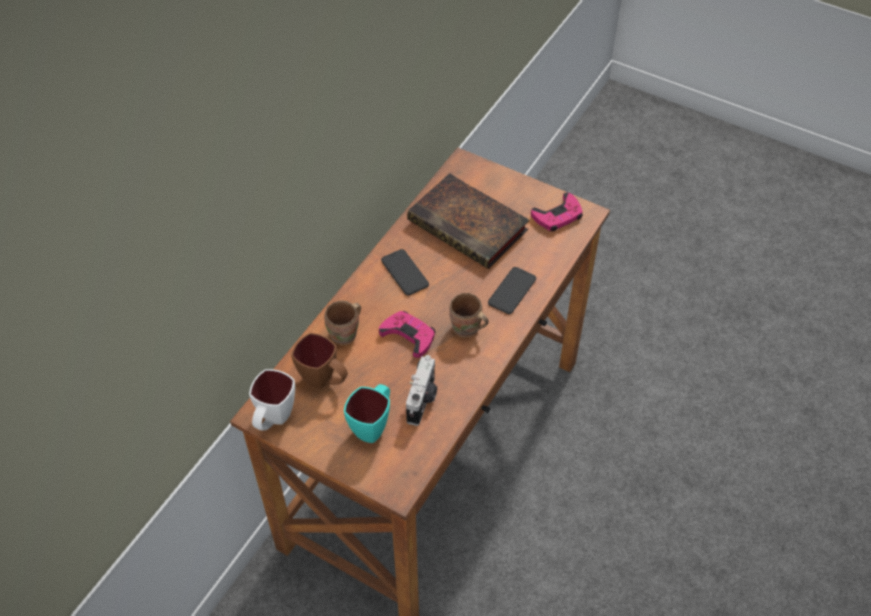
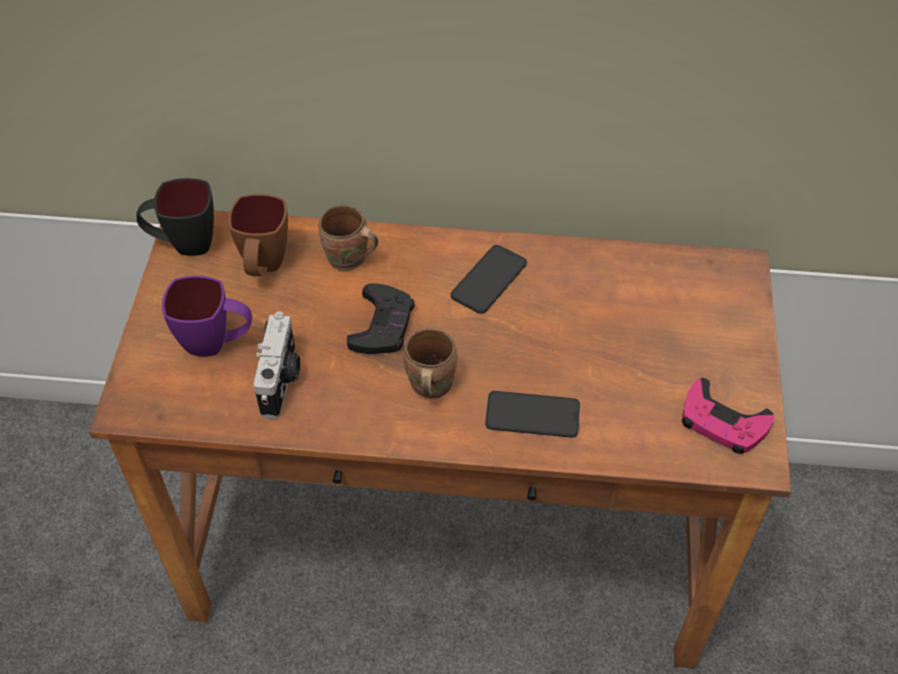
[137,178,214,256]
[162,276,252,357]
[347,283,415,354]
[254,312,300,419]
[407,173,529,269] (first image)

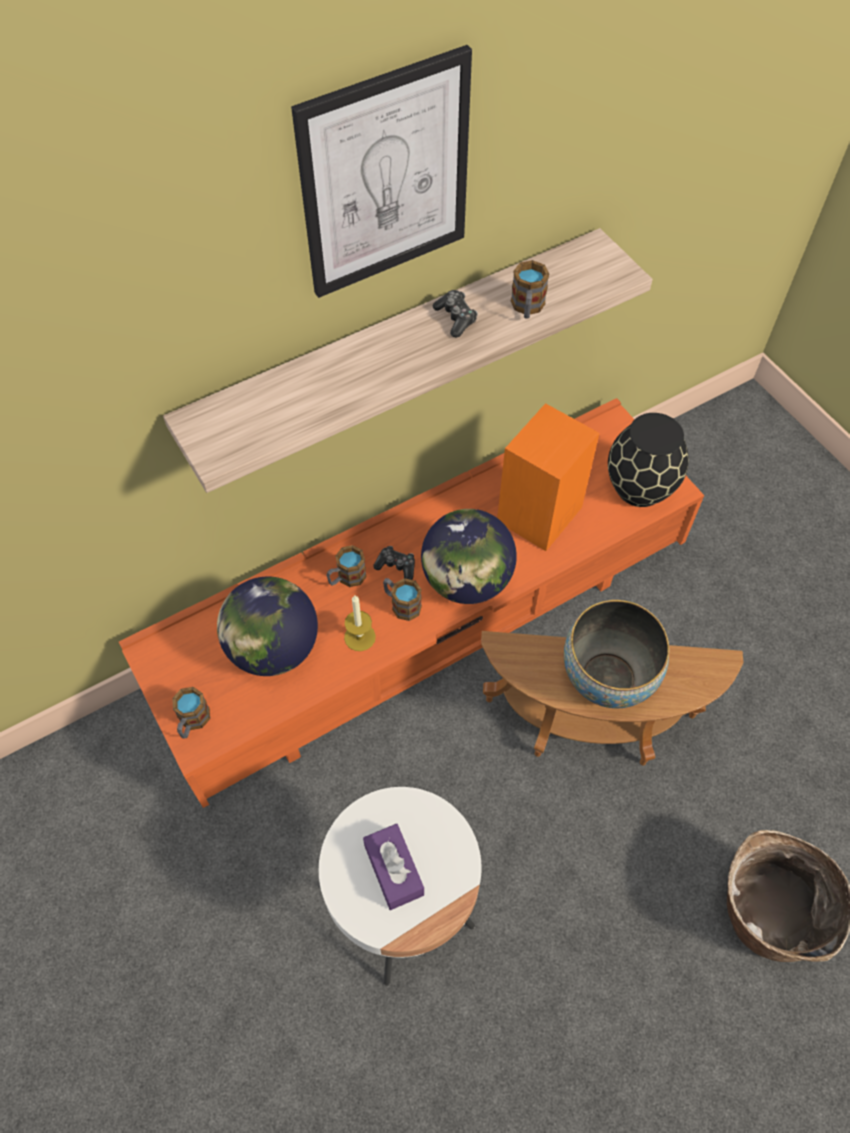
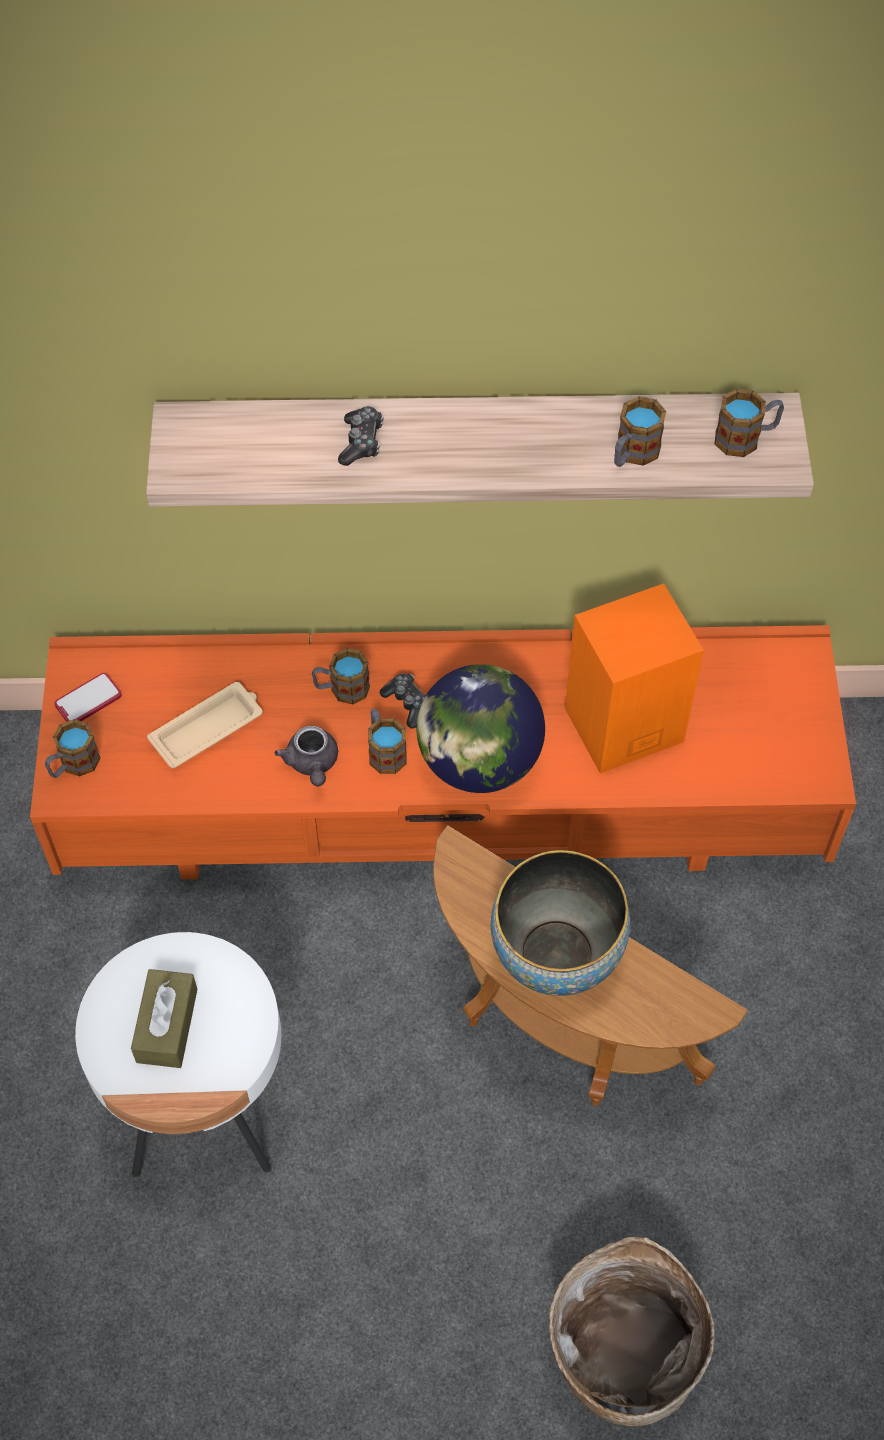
[147,682,263,768]
[291,45,472,298] (first image)
[274,726,338,787]
[131,969,198,1068]
[338,406,383,466]
[608,413,689,507] (first image)
[54,673,122,722]
[715,389,784,457]

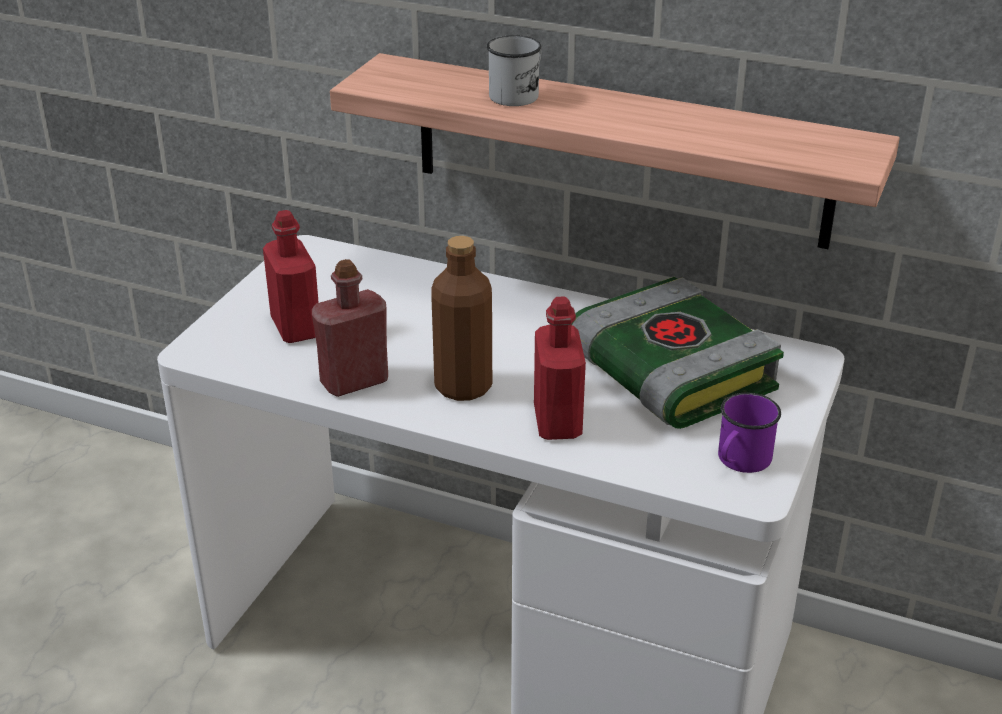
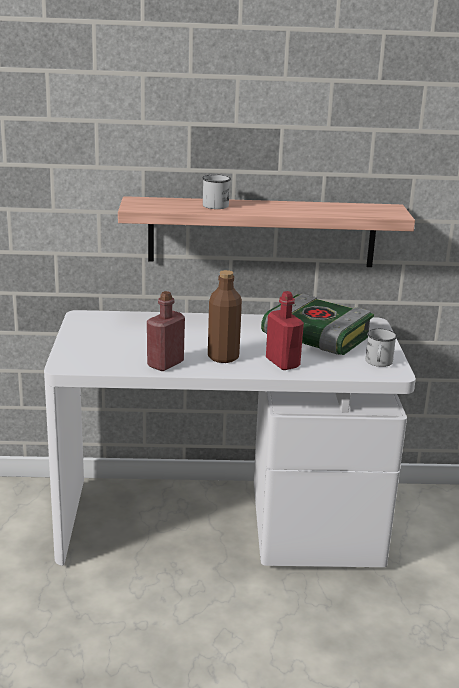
[263,210,319,343] (first image)
[366,329,397,367]

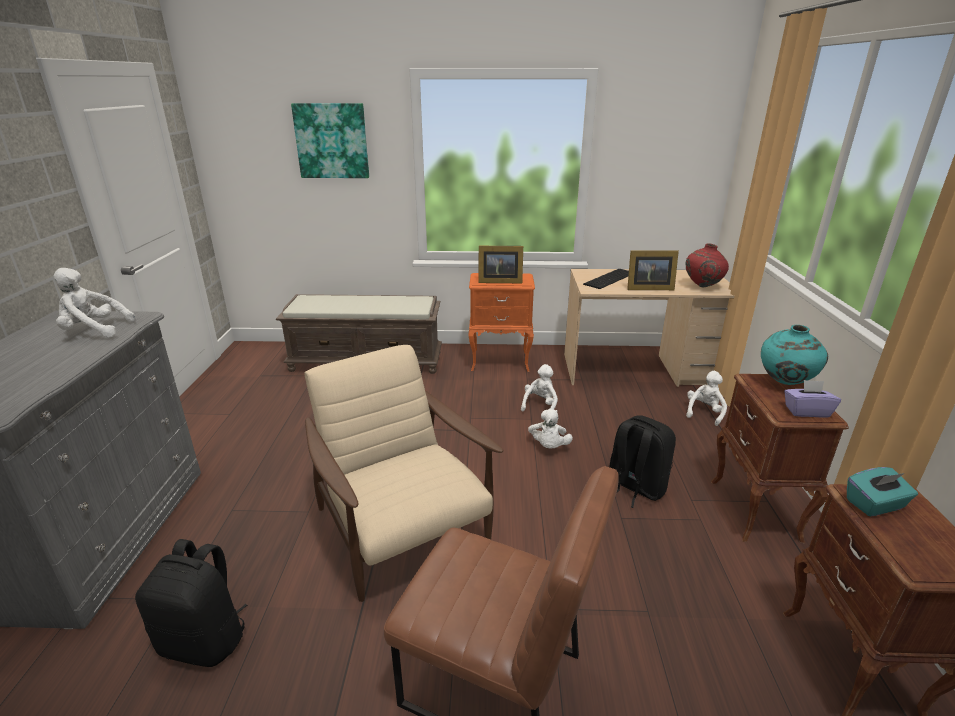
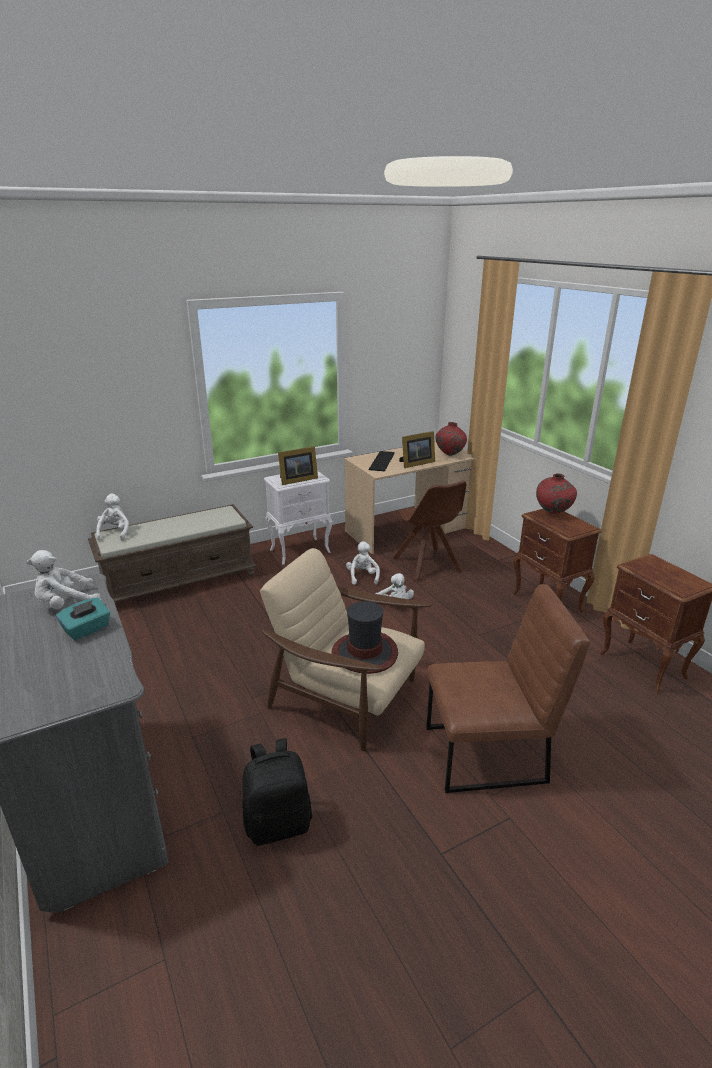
[291,103,369,178] (first image)
[264,470,333,564]
[609,415,676,508] (first image)
[96,494,129,541]
[536,474,577,514]
[784,380,841,418] (first image)
[56,598,110,640]
[331,601,398,674]
[393,480,466,582]

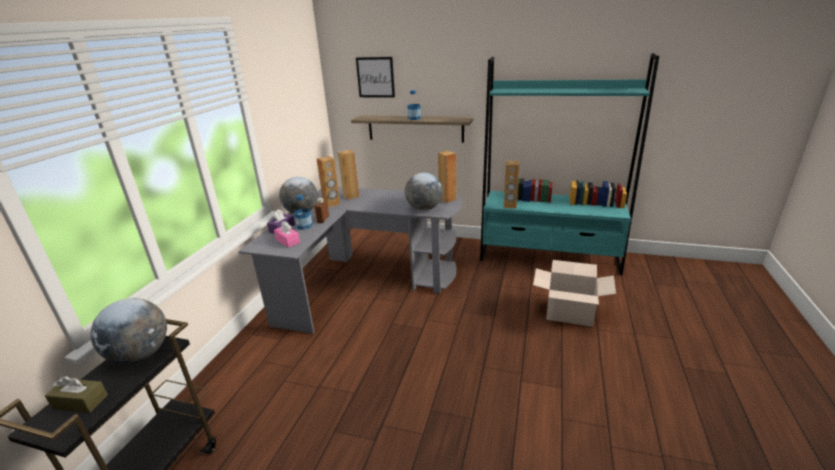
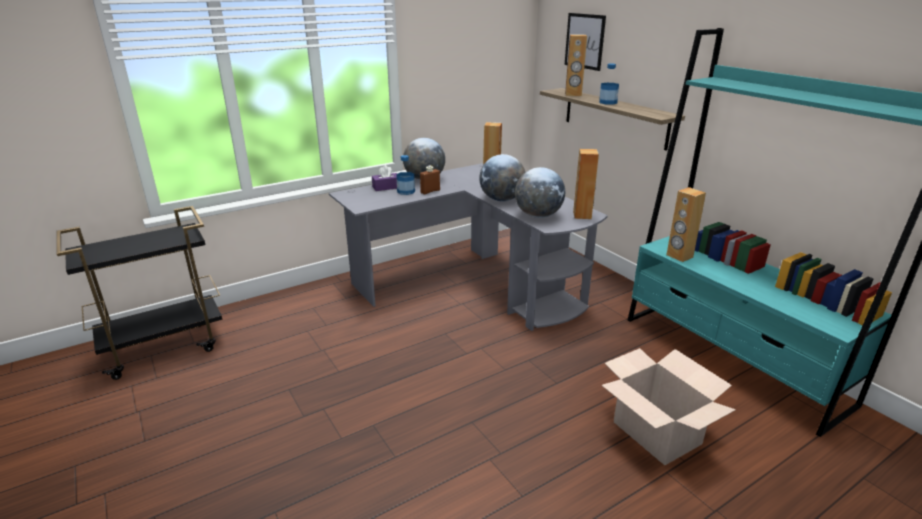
[45,376,108,413] (first image)
[479,154,525,201]
[274,221,300,247] (first image)
[565,34,587,96]

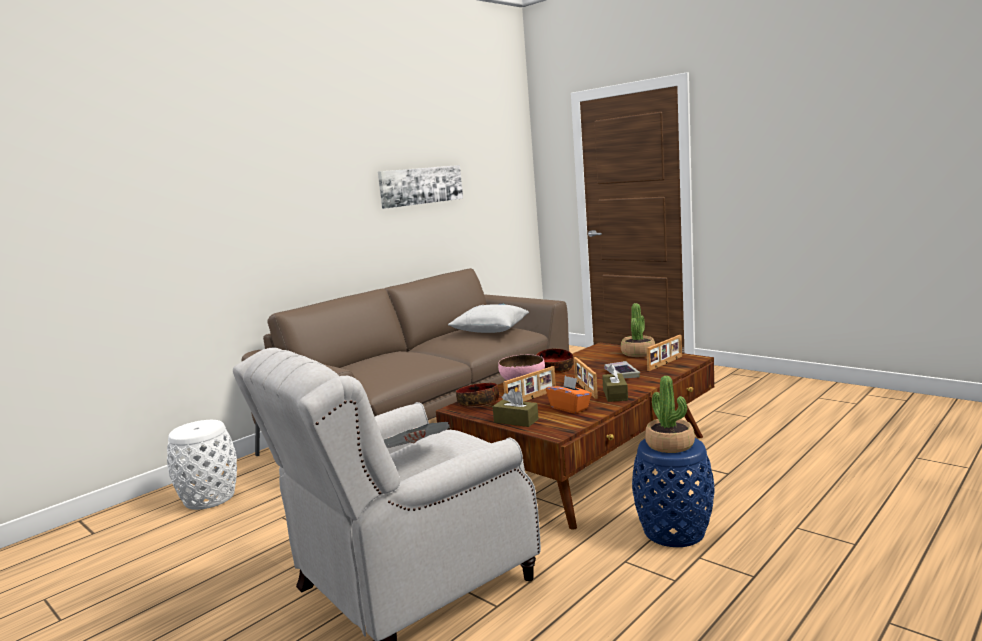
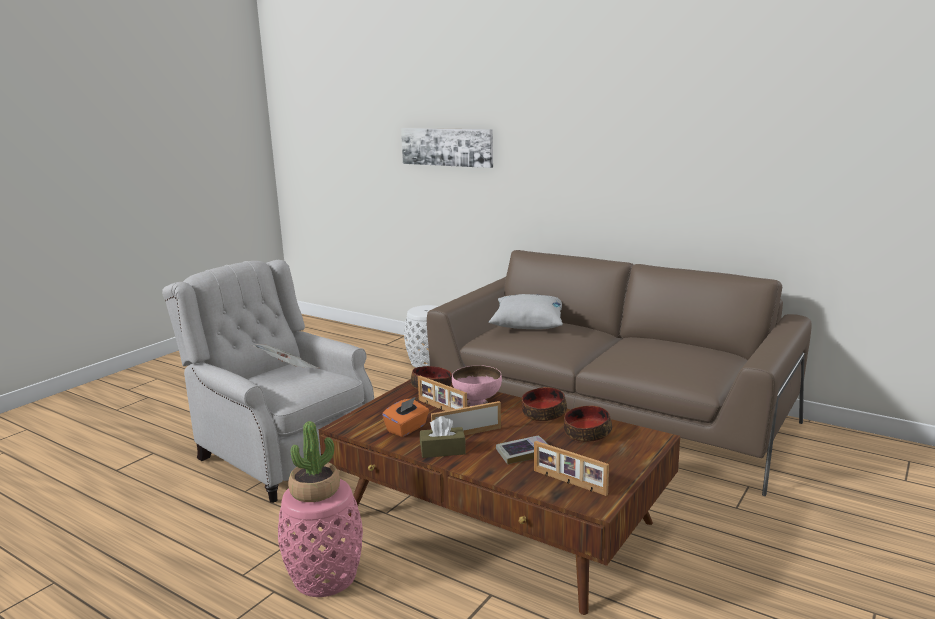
[401,128,493,168]
[489,294,563,329]
[492,389,539,427] (first image)
[621,303,655,357] (first image)
[278,479,363,597]
[564,406,612,442]

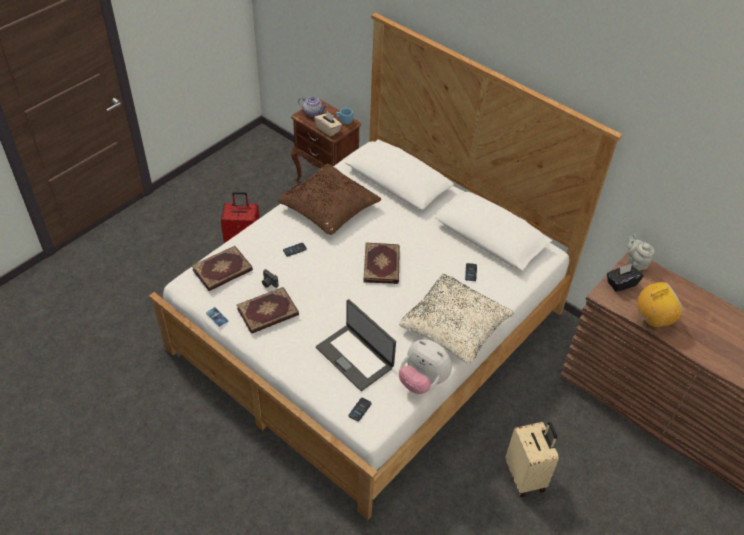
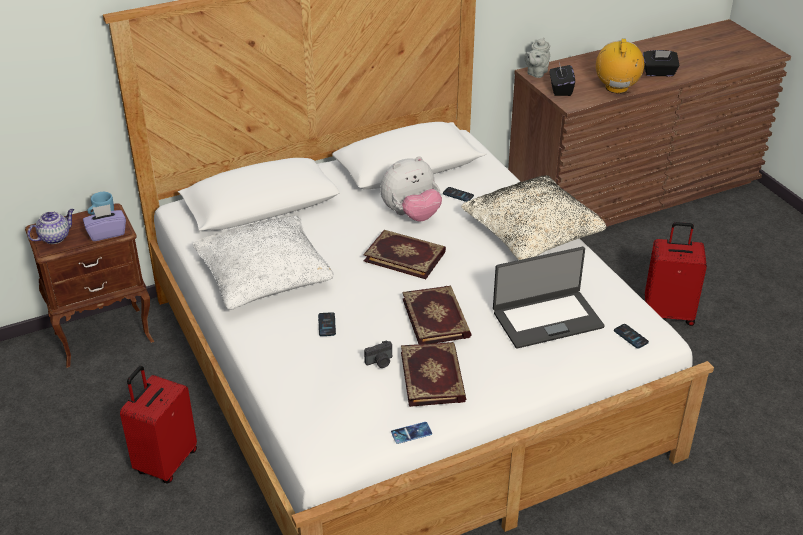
[402,285,472,344]
[193,216,334,310]
[83,204,126,241]
[380,156,442,221]
[645,222,707,326]
[524,37,550,78]
[643,50,679,76]

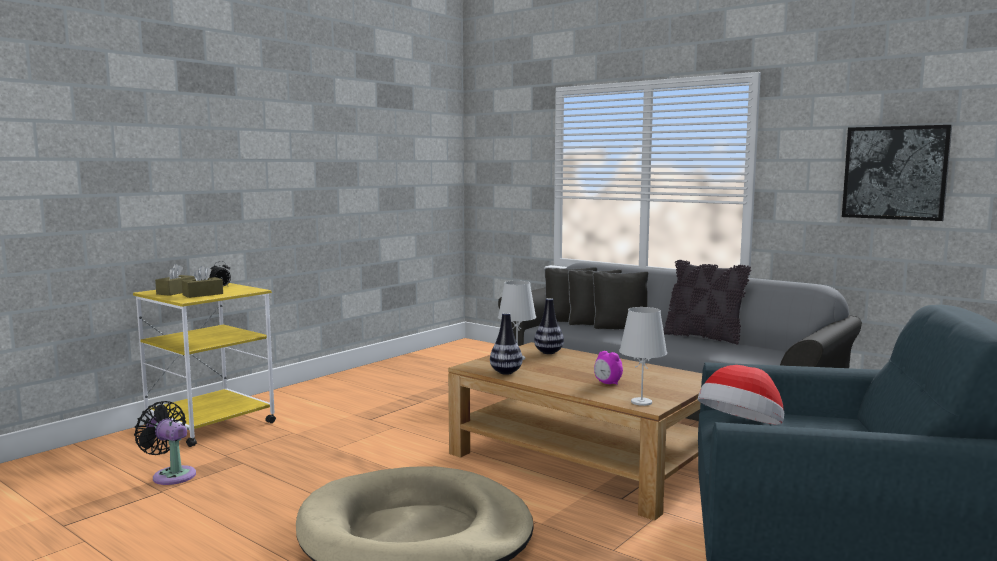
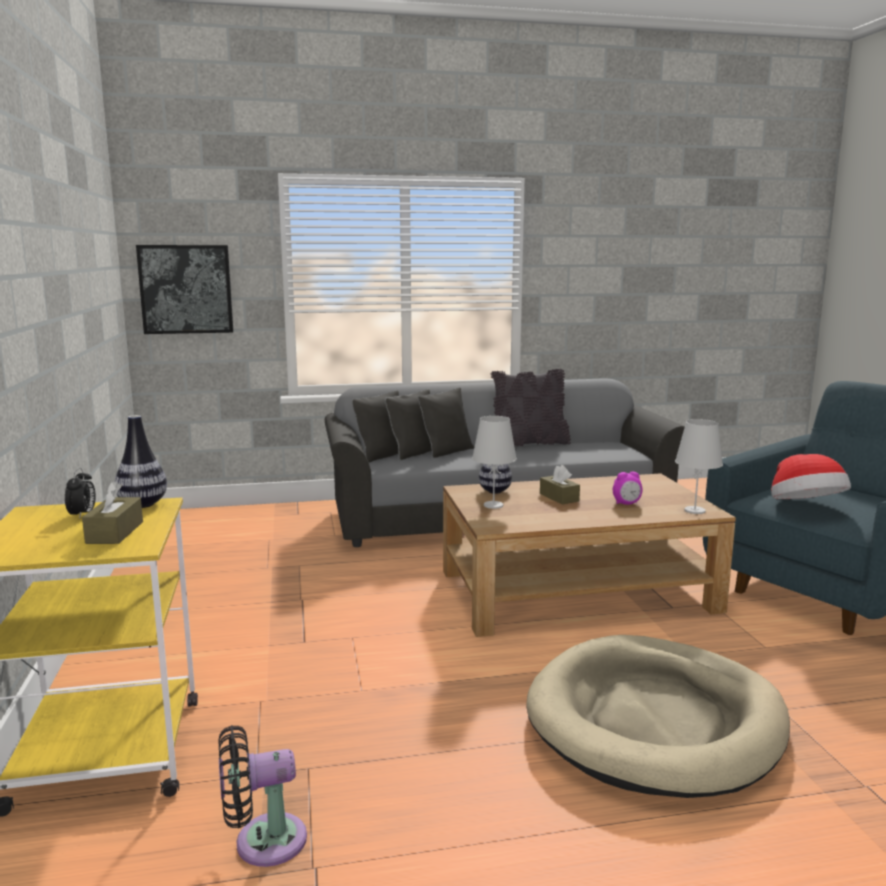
[540,465,580,504]
[115,415,167,508]
[136,245,234,334]

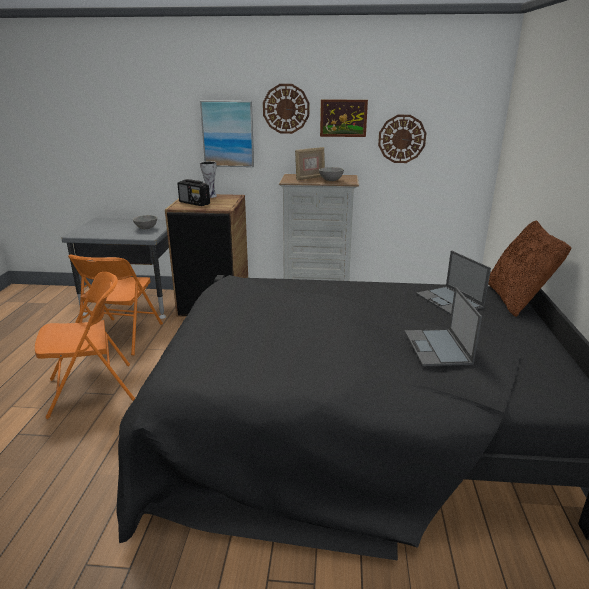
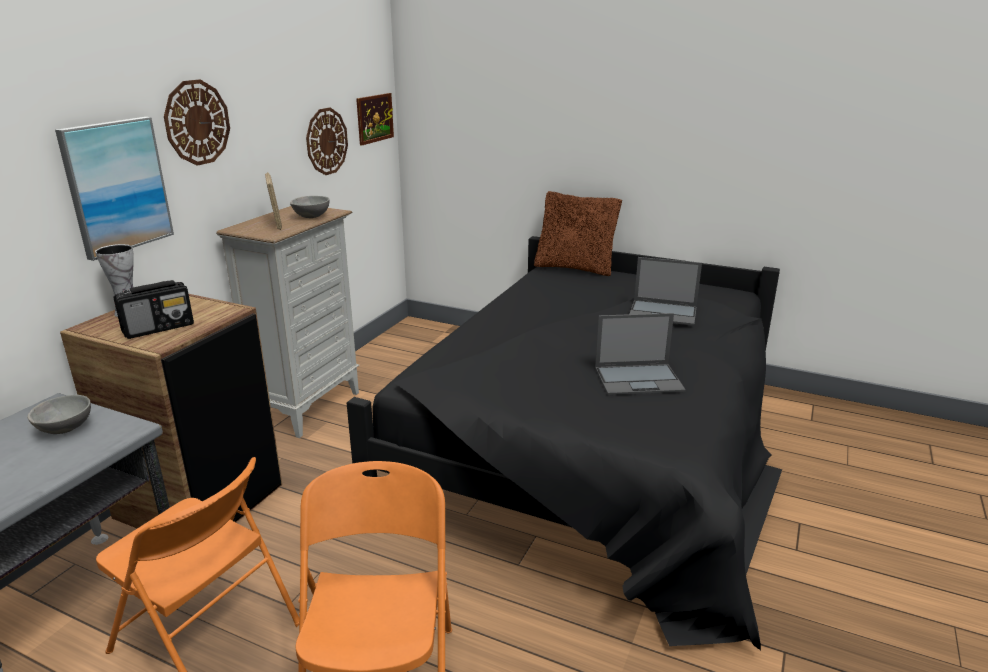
[356,93,394,145]
[595,313,686,395]

